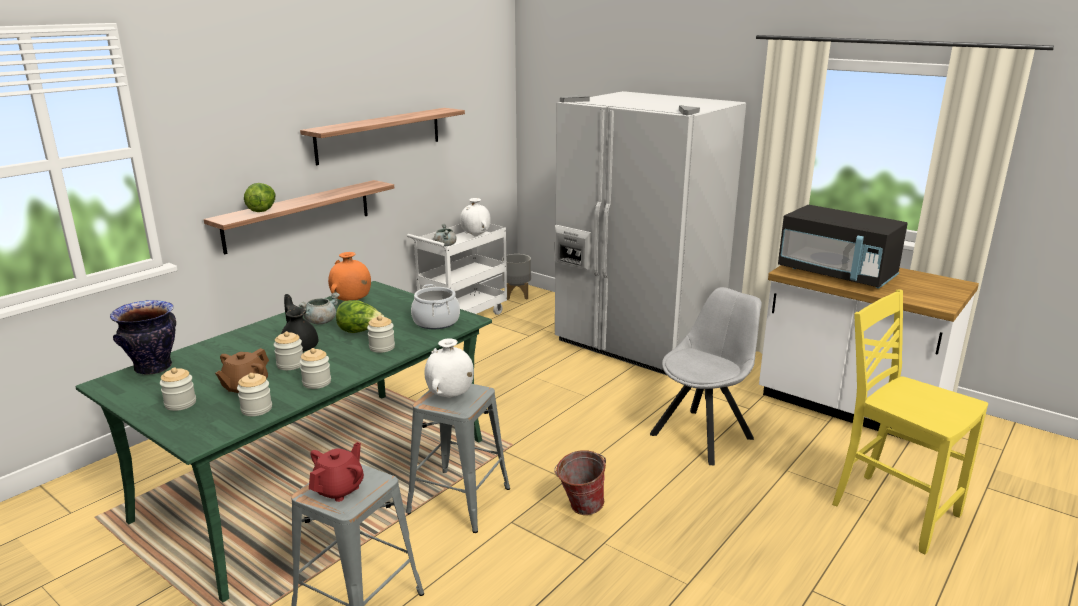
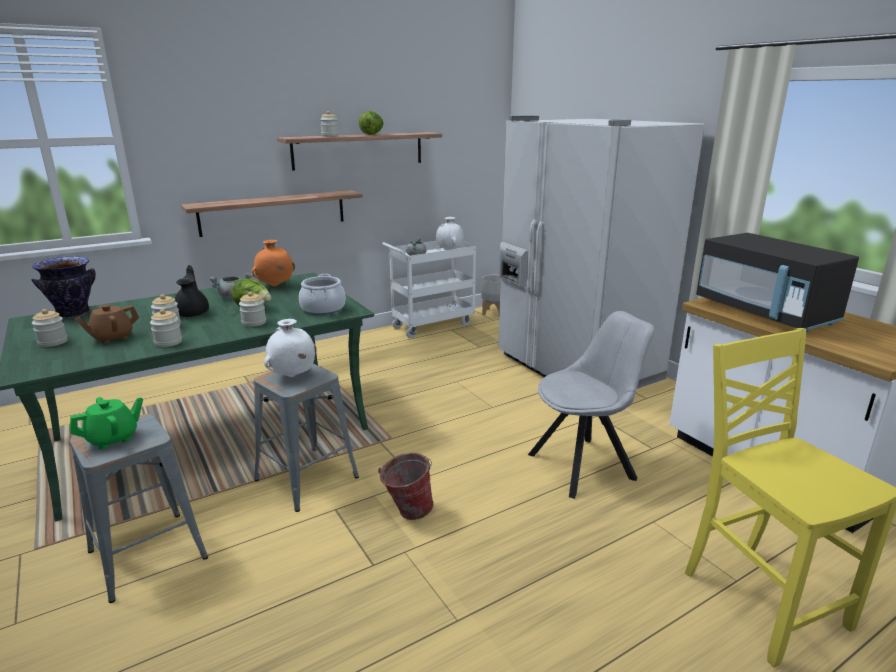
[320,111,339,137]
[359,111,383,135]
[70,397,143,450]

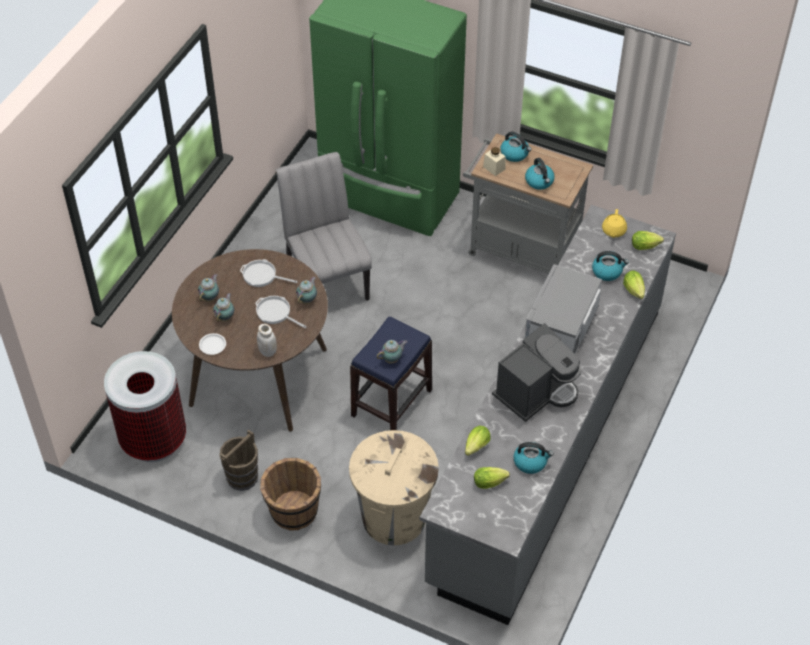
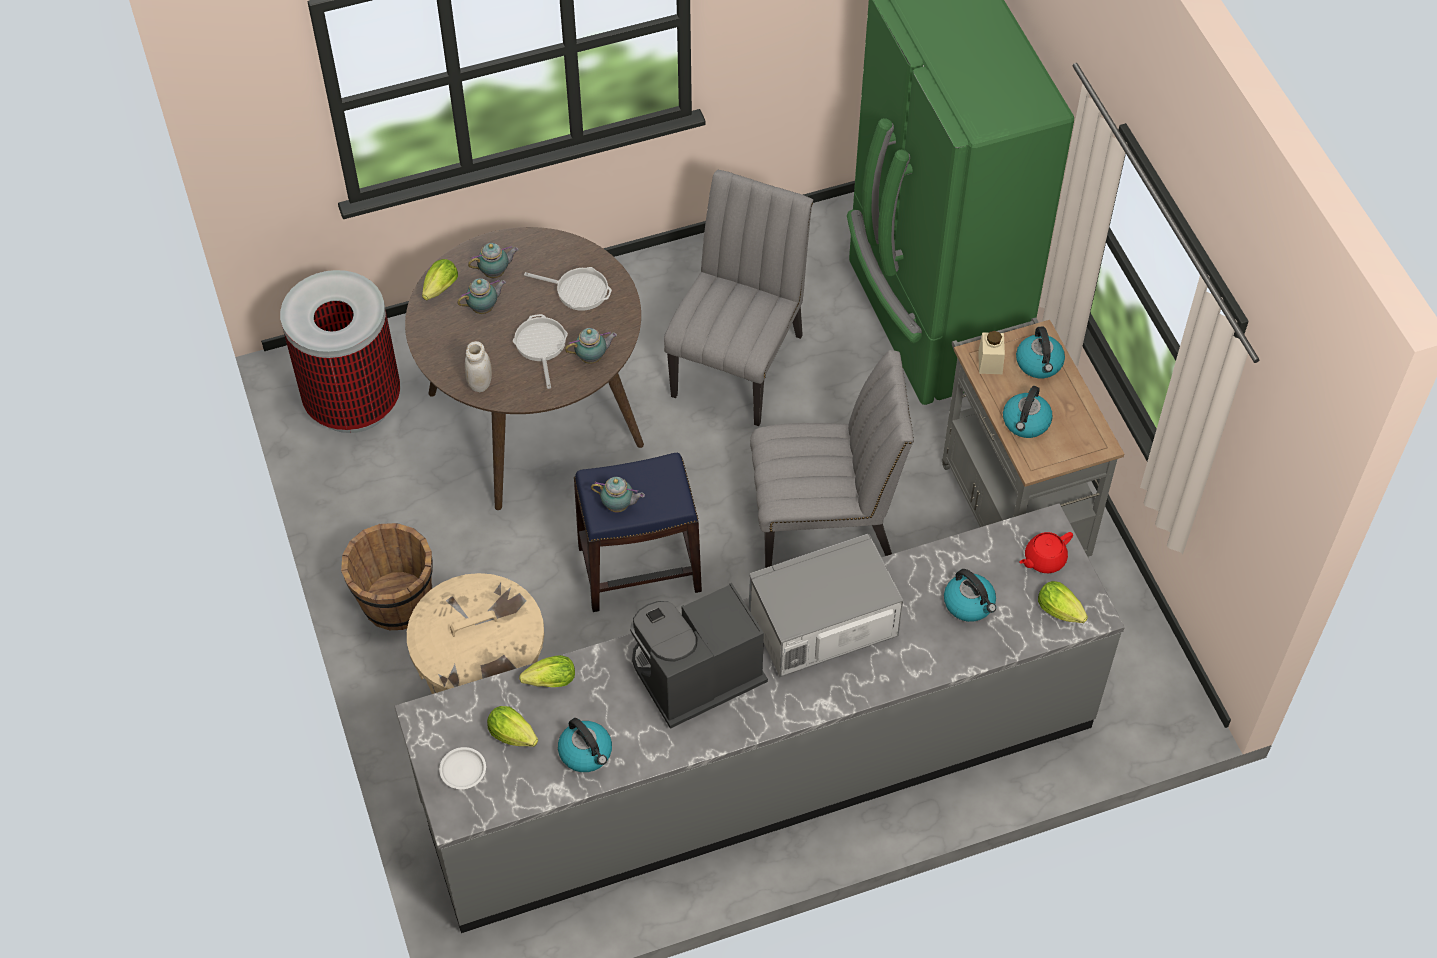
[439,747,486,789]
[220,429,258,491] (first image)
[524,267,612,311]
[630,583,768,729]
[1019,532,1073,573]
[422,259,458,300]
[750,350,914,568]

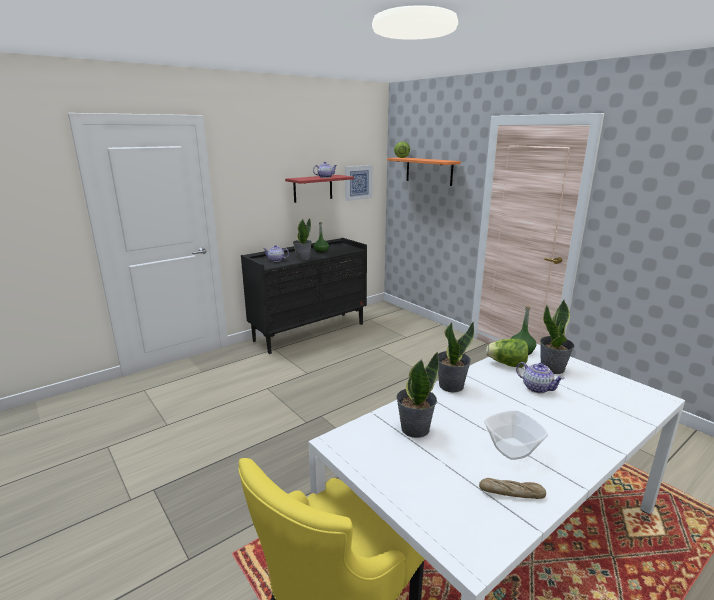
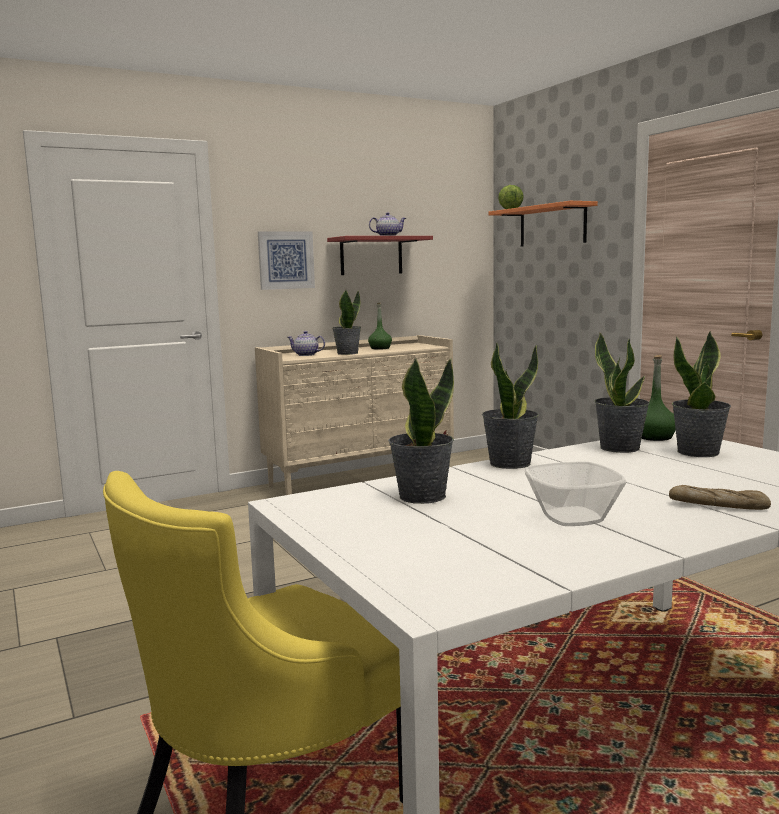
[255,335,454,495]
[258,231,315,290]
[669,485,771,510]
[594,333,650,453]
[516,362,565,393] (first image)

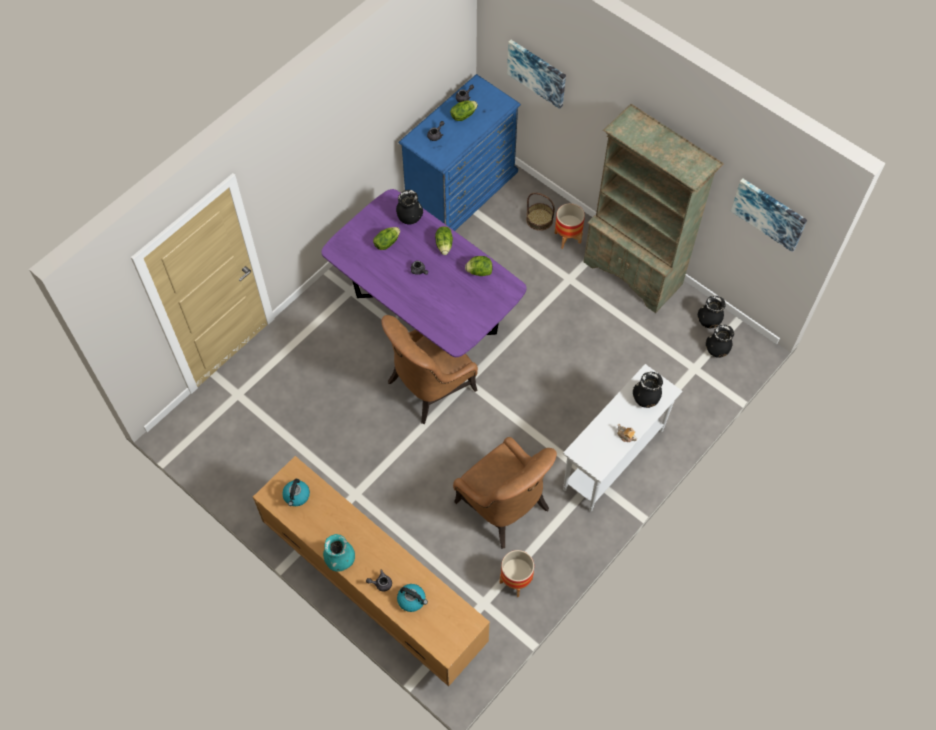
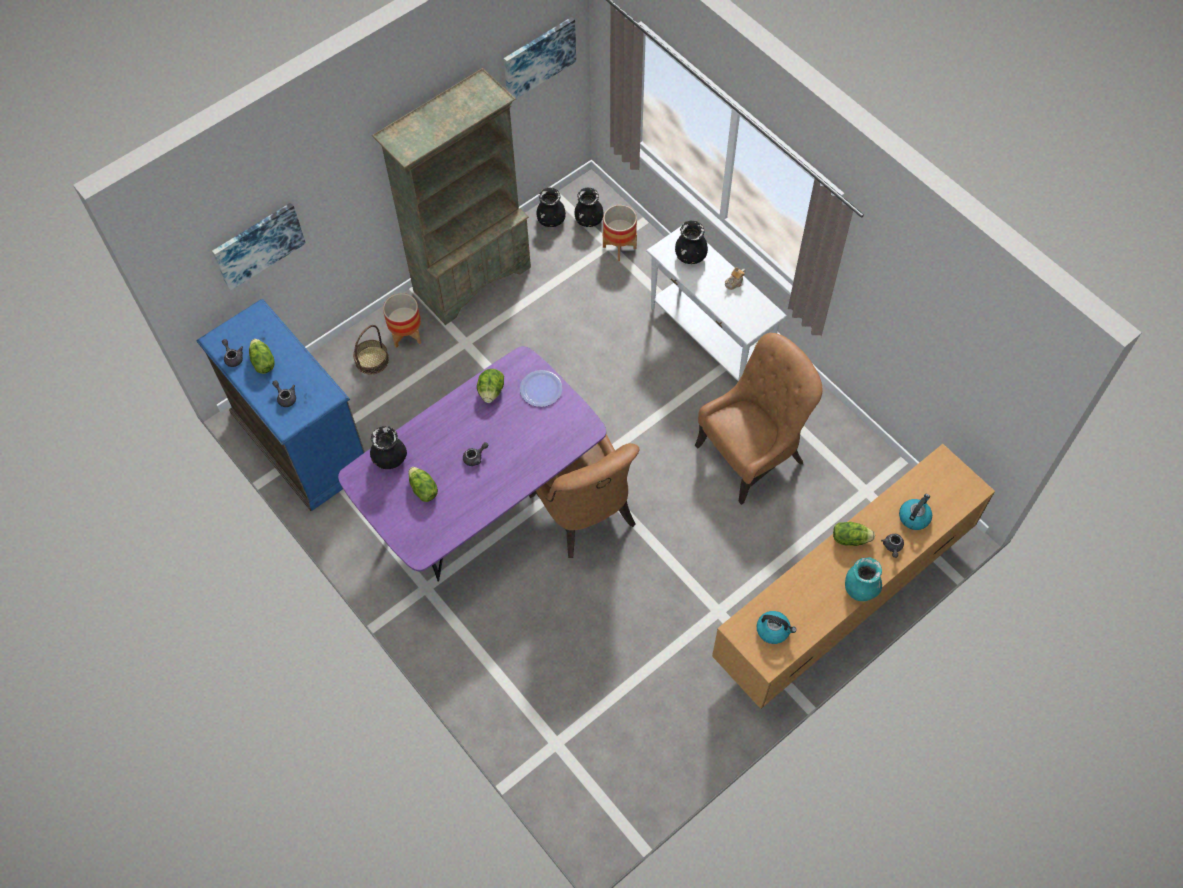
[833,522,875,546]
[603,205,637,261]
[520,370,563,407]

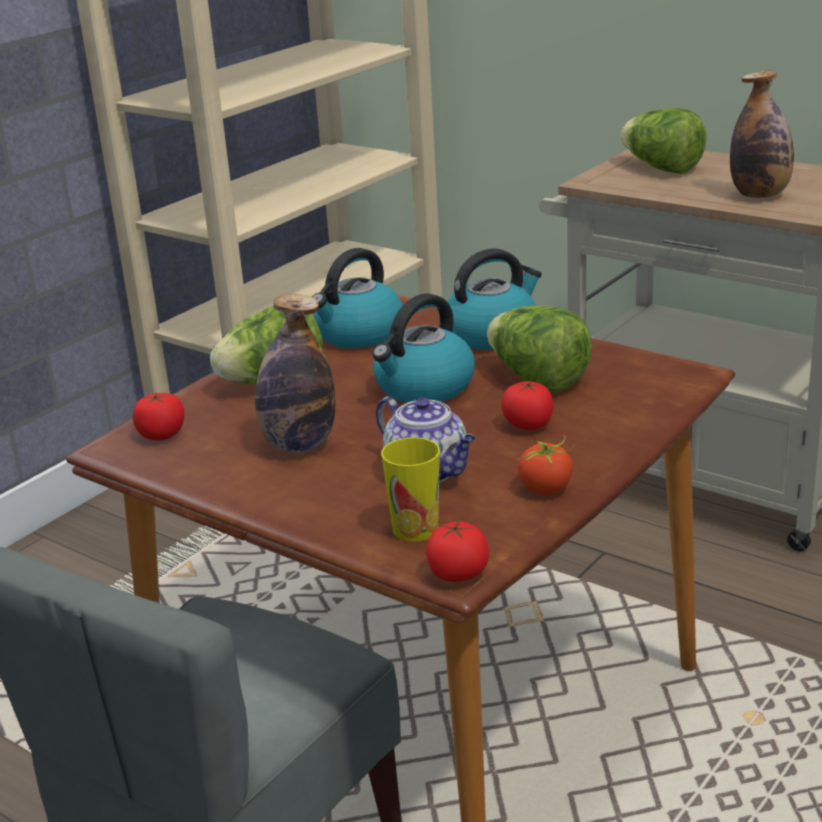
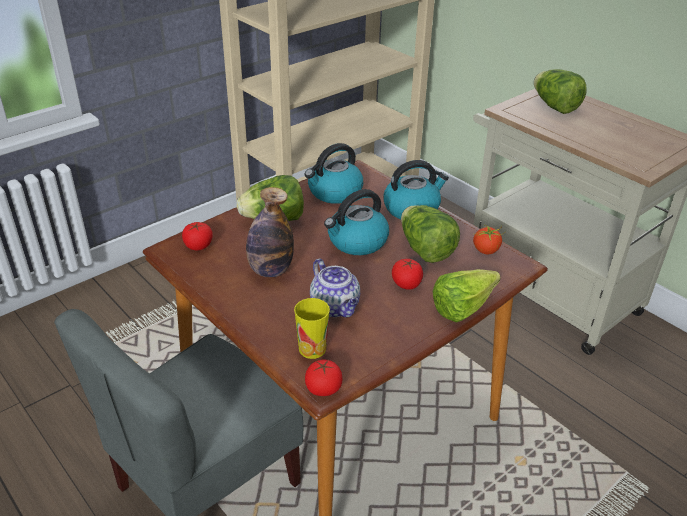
[473,225,504,255]
[730,70,794,198] (first image)
[432,269,501,322]

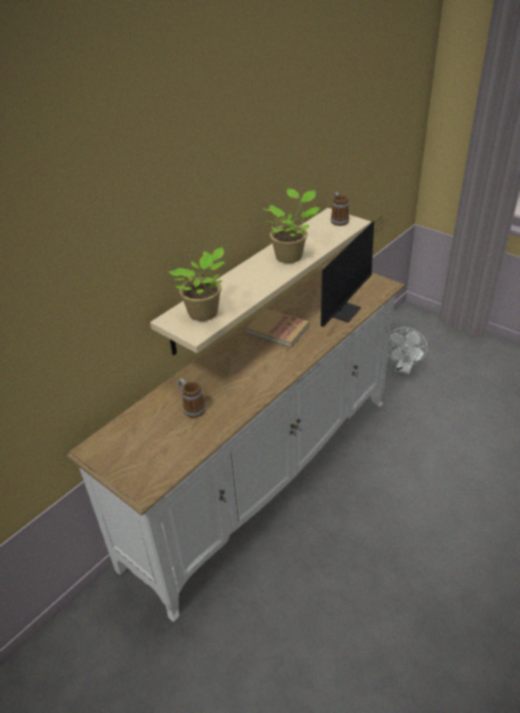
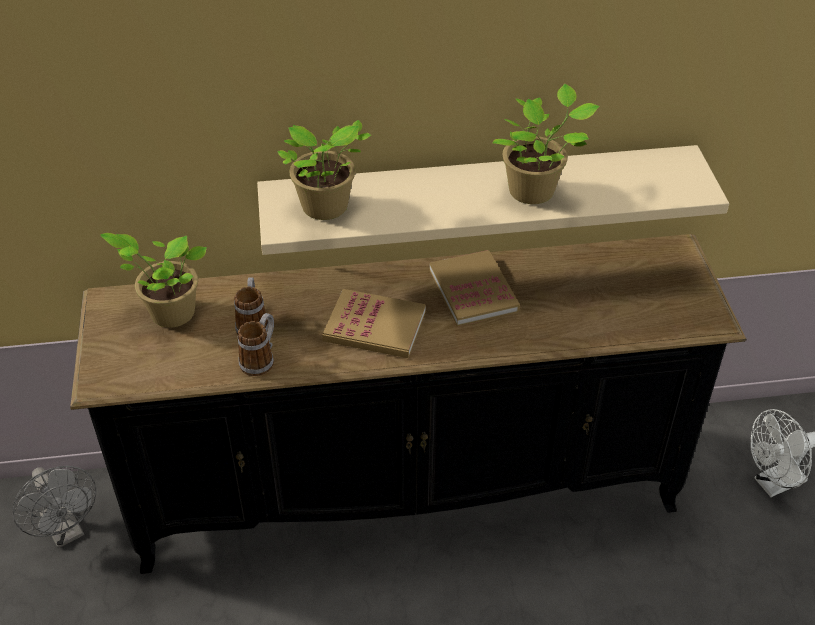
[70,234,746,574]
[321,215,388,327] (first image)
[238,313,274,376]
[13,466,96,548]
[100,233,207,328]
[322,289,426,358]

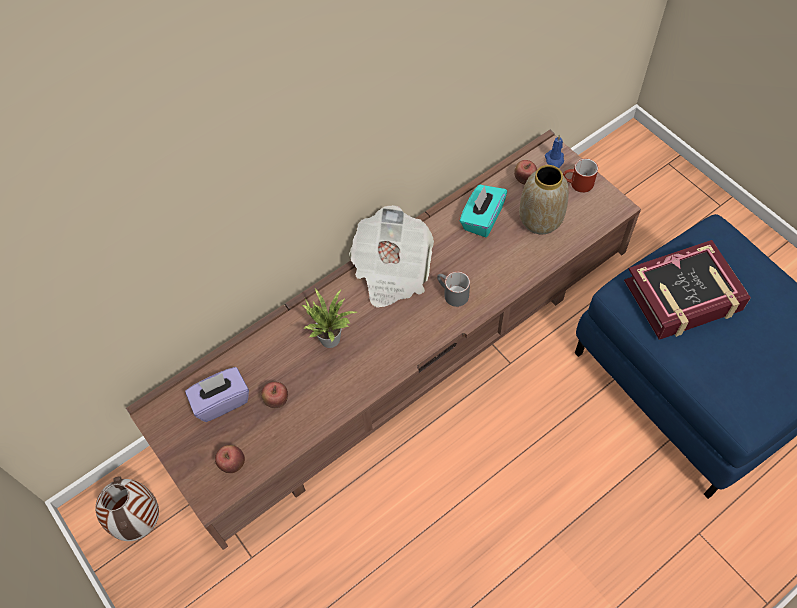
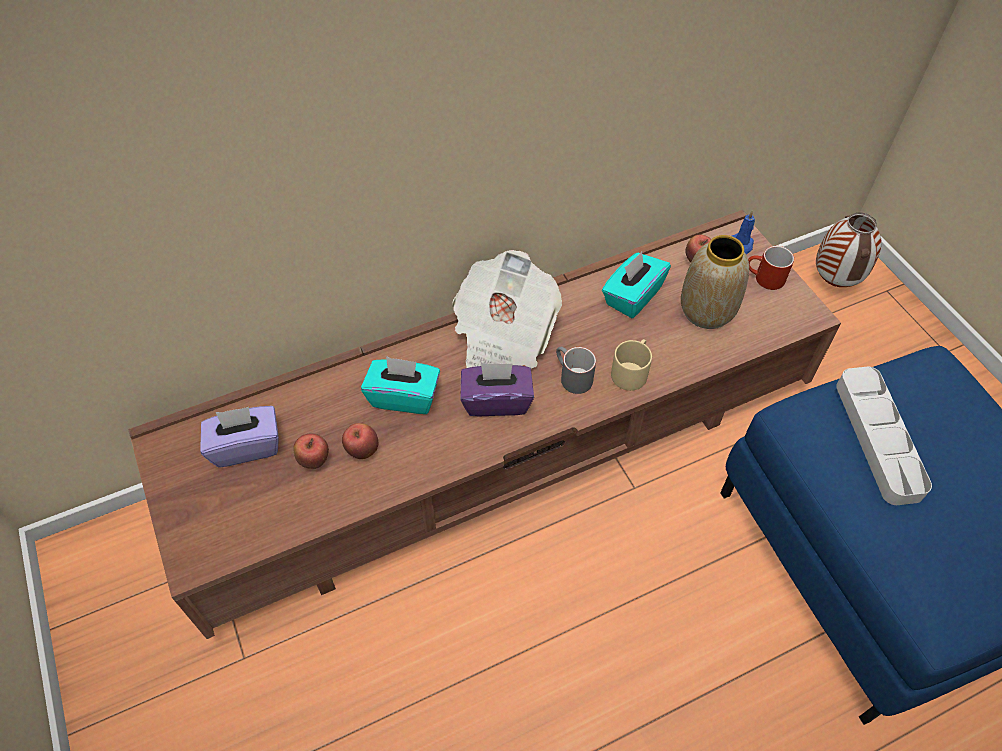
[816,212,881,287]
[342,423,378,459]
[361,356,440,414]
[836,367,932,505]
[460,363,534,416]
[611,339,652,391]

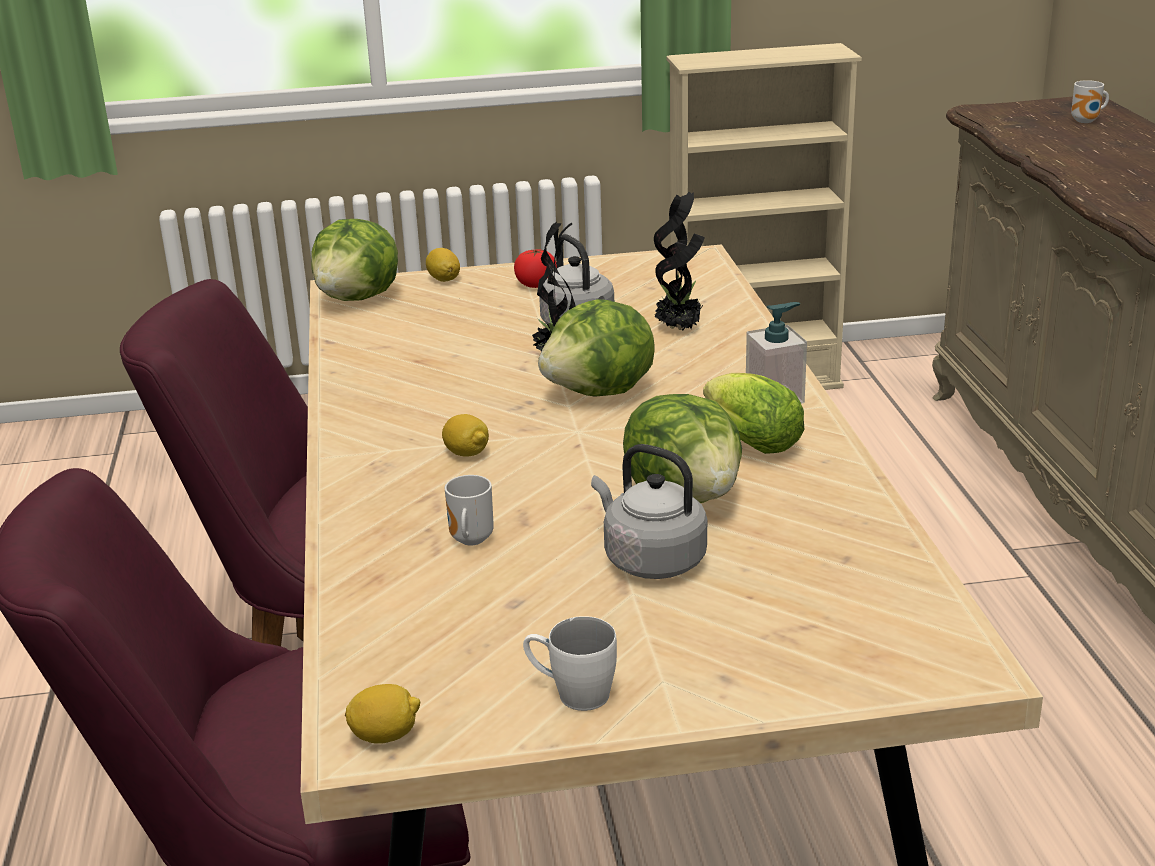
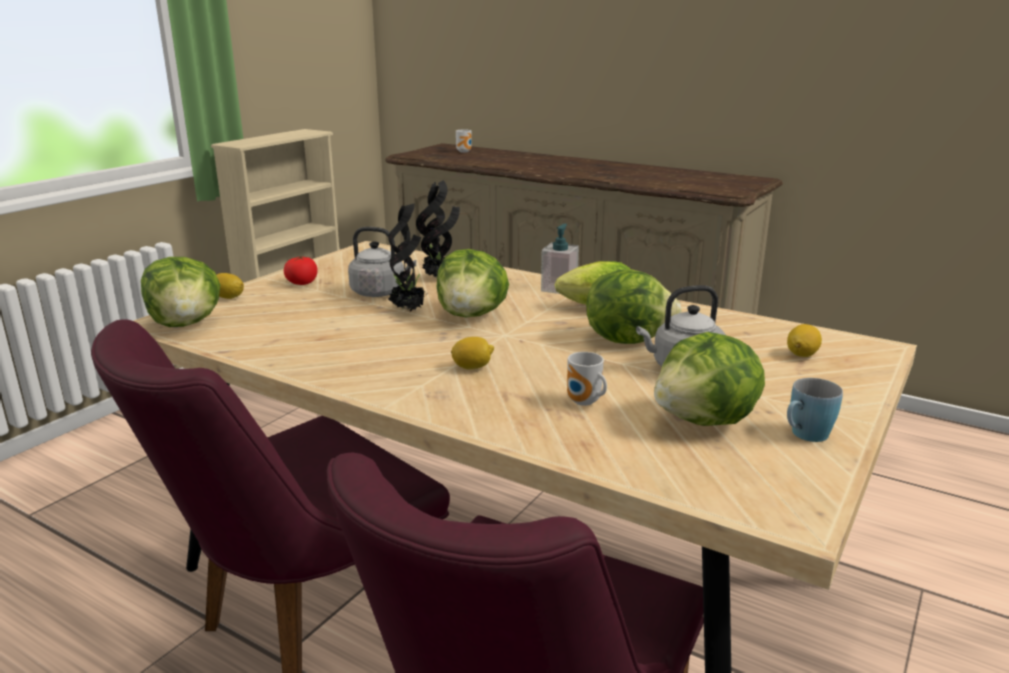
[787,324,822,357]
[787,378,843,442]
[654,332,765,426]

